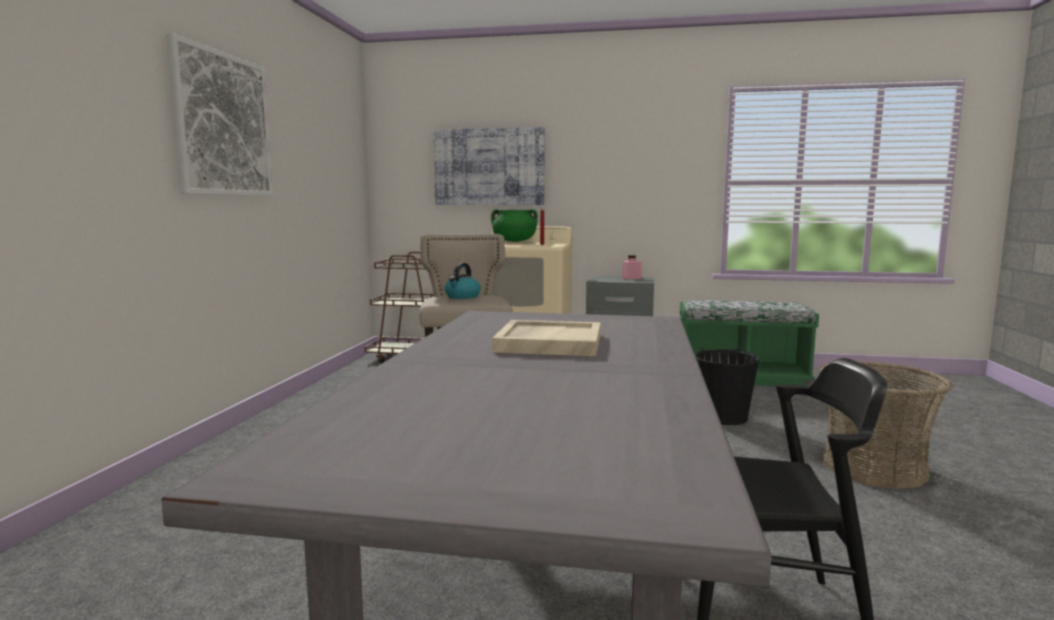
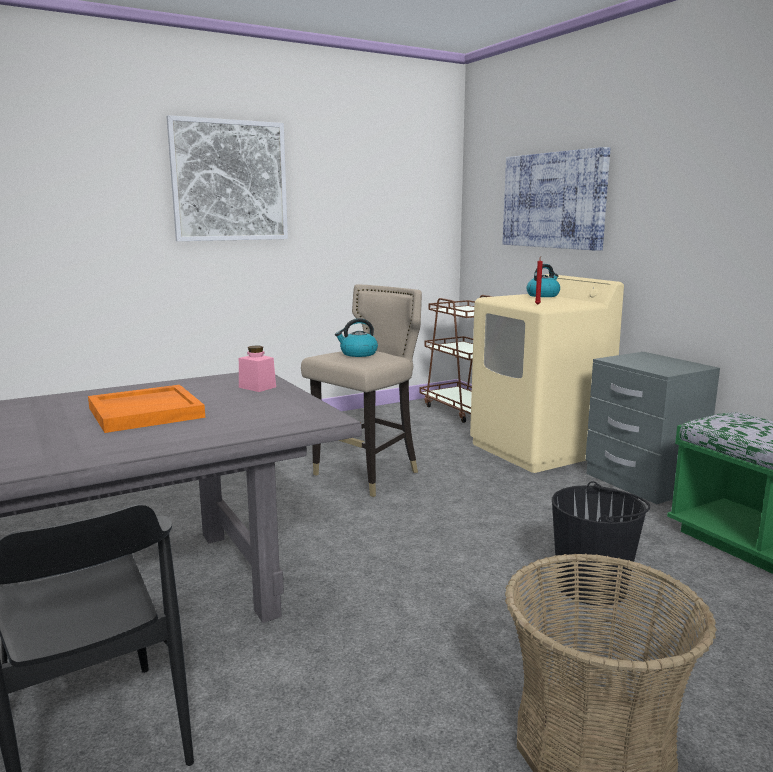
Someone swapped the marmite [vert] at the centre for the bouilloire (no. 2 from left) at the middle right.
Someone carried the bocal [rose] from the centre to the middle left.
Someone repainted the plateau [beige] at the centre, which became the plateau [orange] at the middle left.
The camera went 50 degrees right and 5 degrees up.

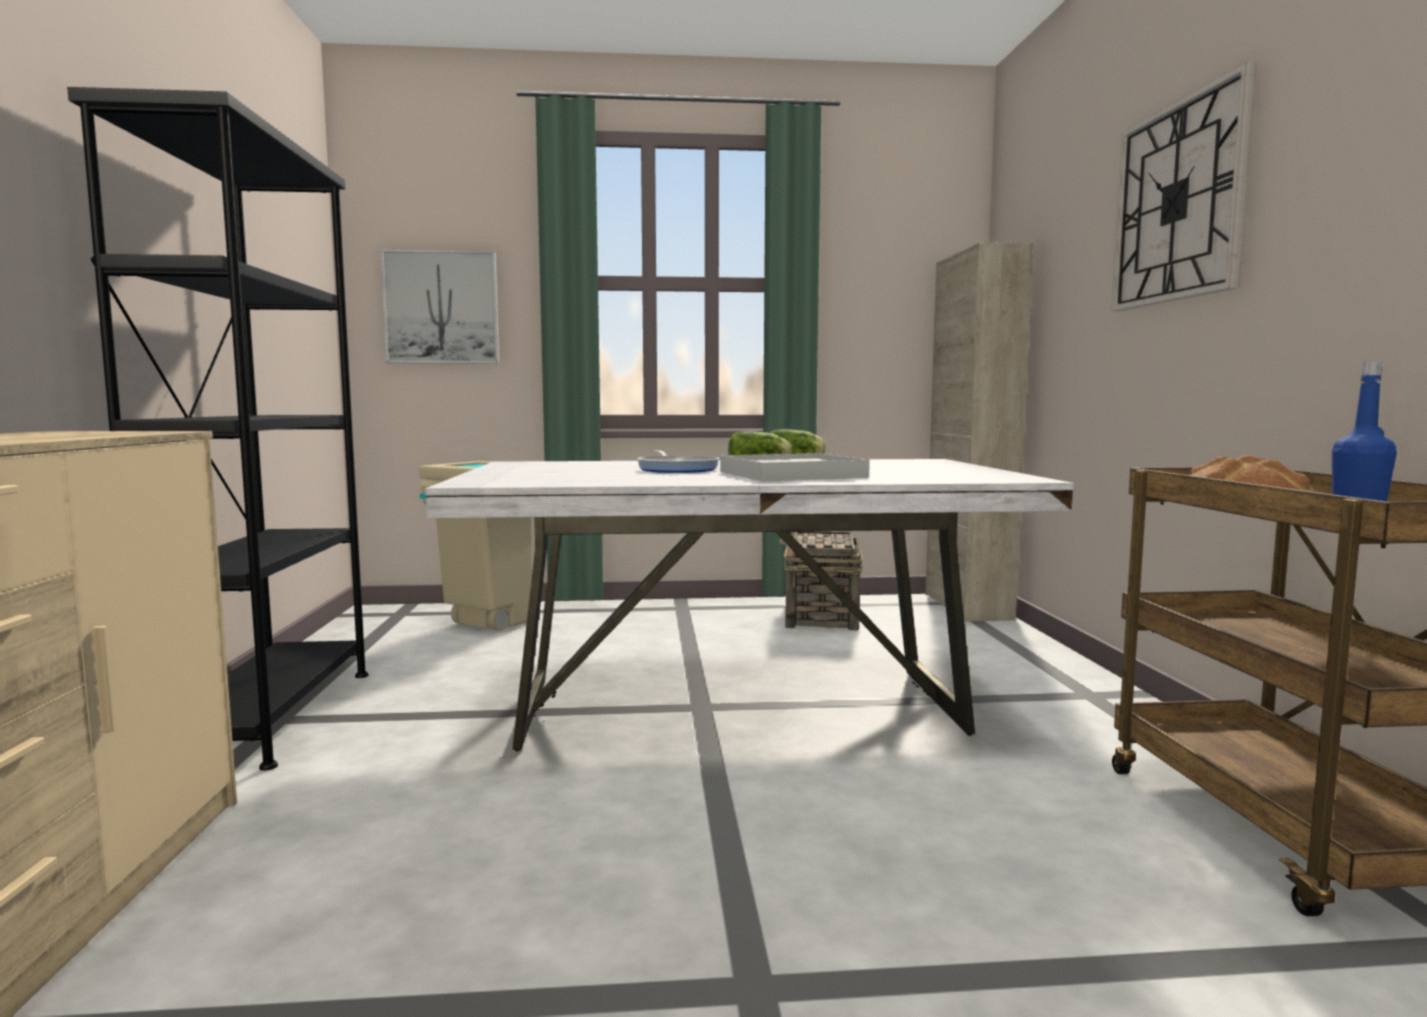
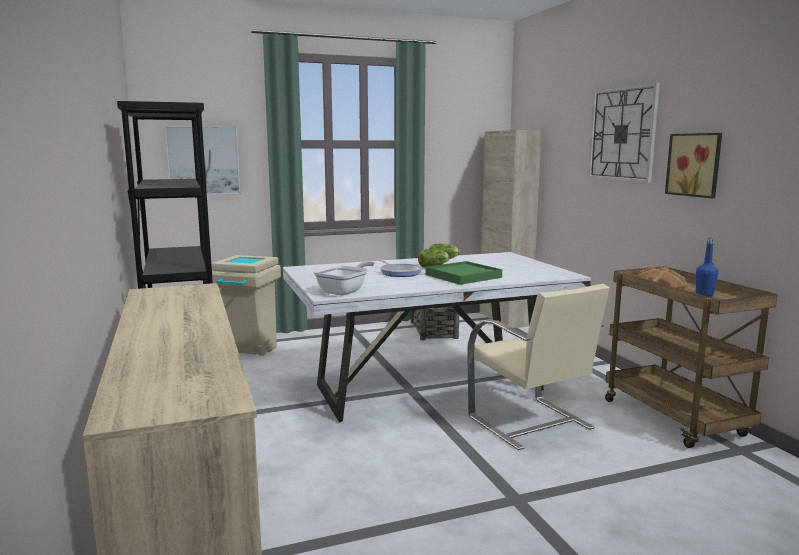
Someone repainted the plateau [blanc] at the centre, which became the plateau [vert] at the centre.
Someone put up the tableau (no. 2 from left) at the top right.
Someone put down the poêle (no. 1 from left) at the centre.
Someone put down the chaise [beige] at the middle right.
The camera went 15 degrees left and 5 degrees up.

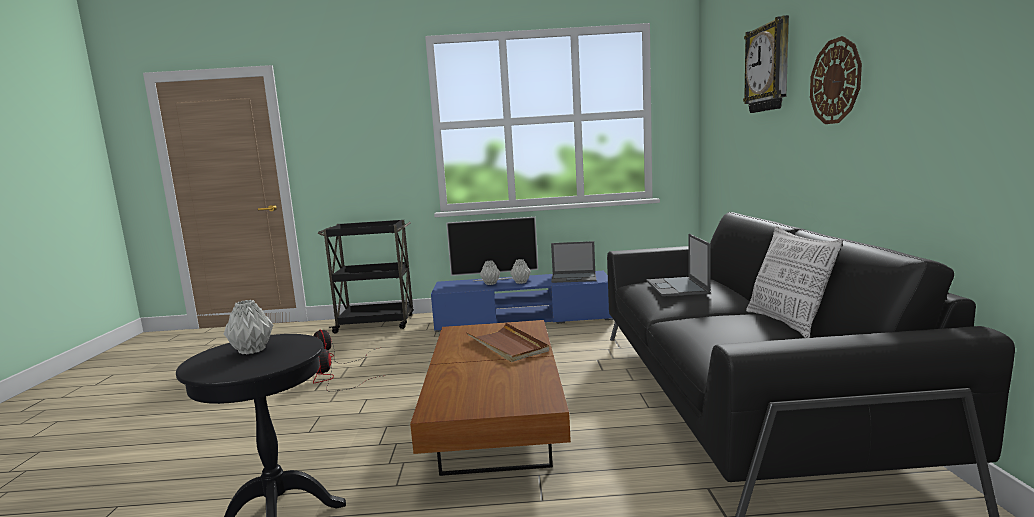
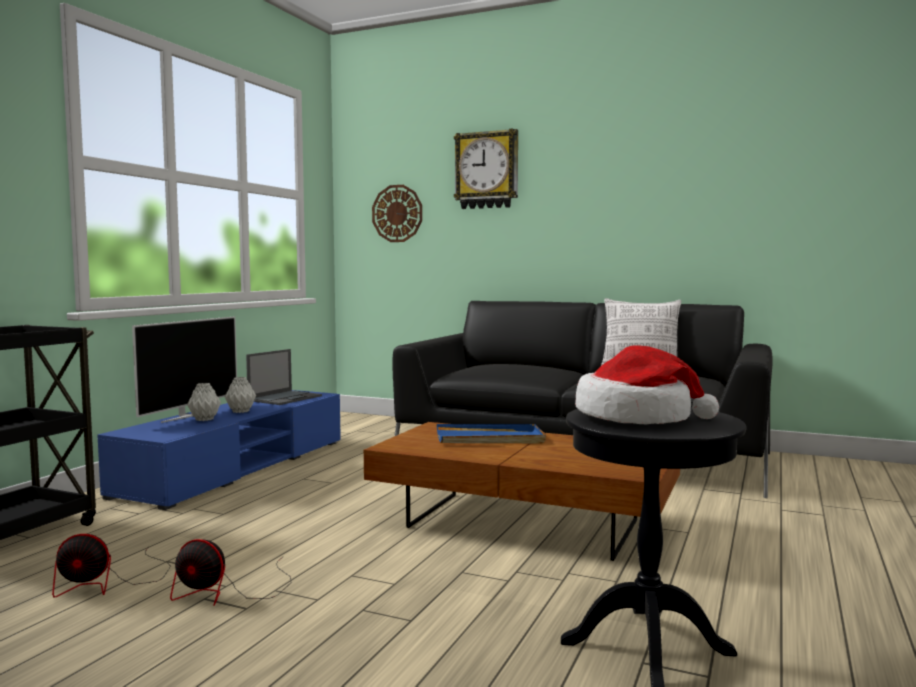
Someone carried the horloge murale (no. 2 from left in the first image) from the top right to the top centre.
Someone took away the ordinateur portable (no. 2 from left) at the centre.
Someone swapped the vase [gris] (no. 1 from left) at the middle left for the chapeau at the middle right.
Someone repainted the plateau [marron] at the centre, which became the plateau [bleu] at the centre.
The camera went 65 degrees left and 5 degrees down.

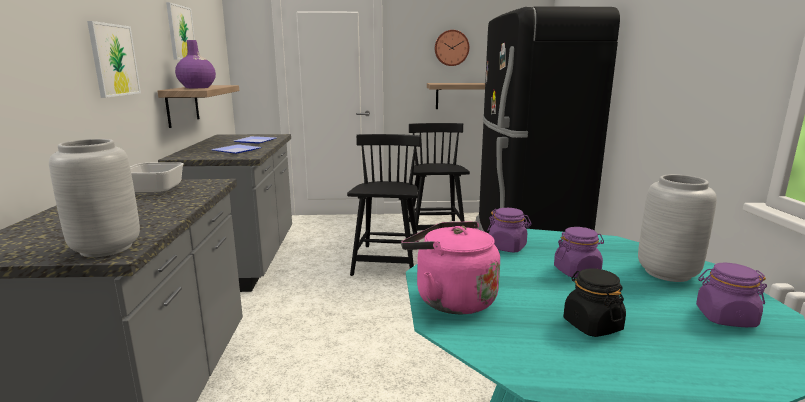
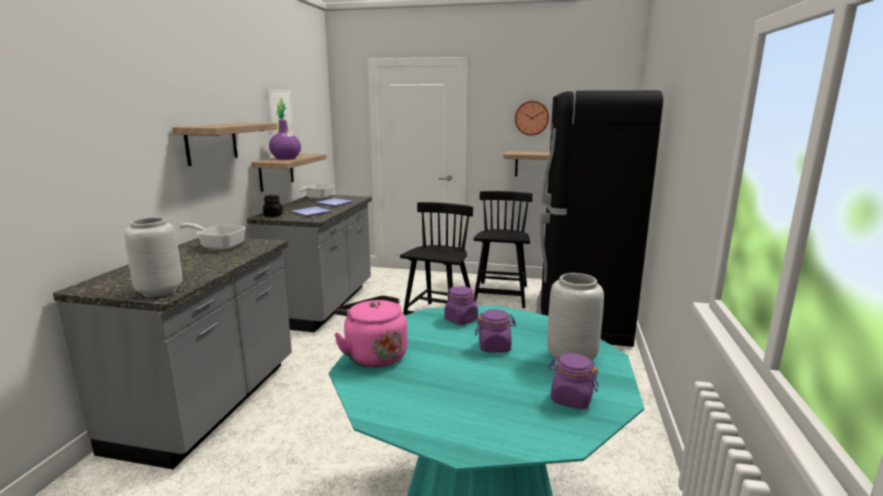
Someone swapped the tableau (no. 1 from left) at the top left for the étagère (no. 1 from left) at the top left.
Someone carried the bocal [noir] from the bottom right to the middle left.
Someone put down the poêle (no. 2 from left) at the centre.
The camera went 15 degrees right and 0 degrees up.

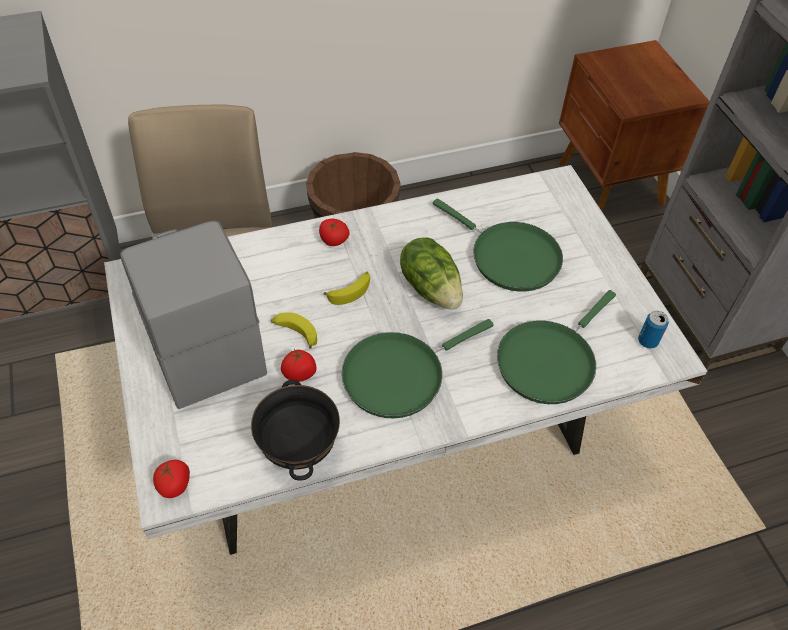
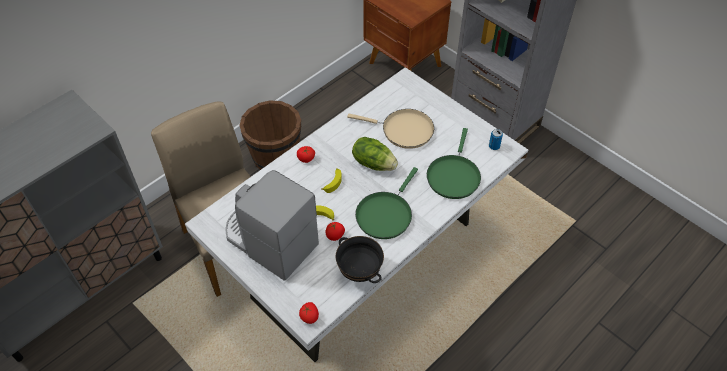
Someone repainted the poêle [vert] (no. 2 from left) at the centre, which became the poêle [beige] at the centre.
The camera went 25 degrees left and 0 degrees up.

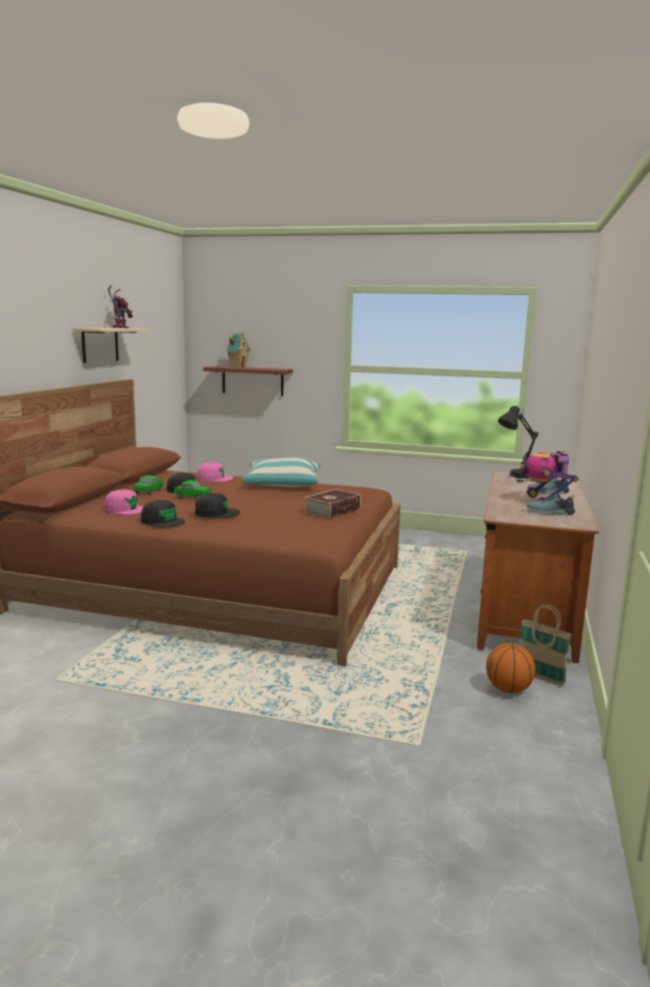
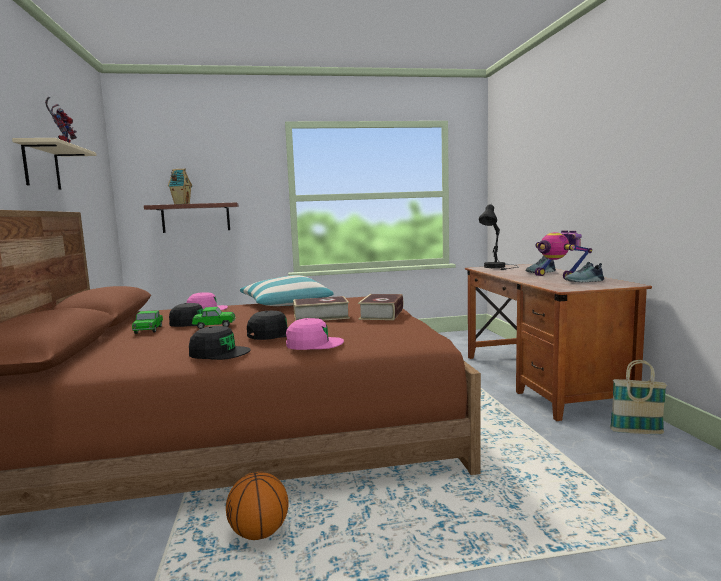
Someone carried the casquette [rose] (no. 1 from left in the first image) from the middle left to the centre.
Someone carried the ballon de basket from the bottom right to the bottom centre.
Someone put down the livre (no. 1 from left) at the centre.
The camera went 25 degrees left and 5 degrees down.

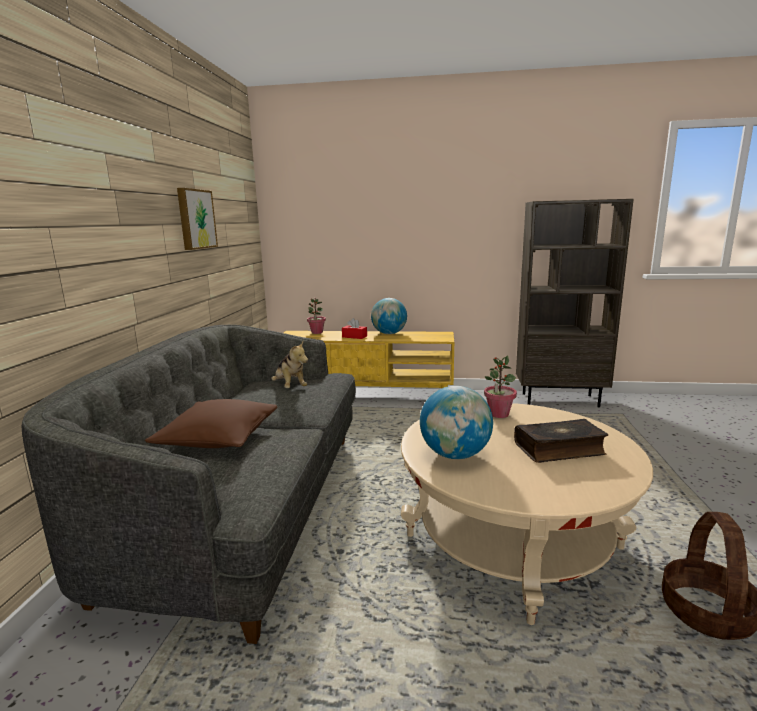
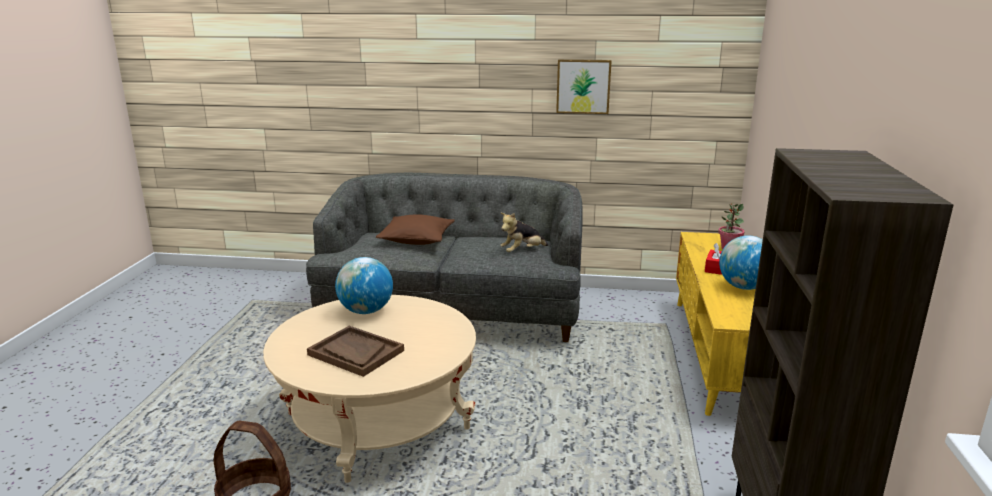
Someone took away the plante en pot (no. 2 from left) at the centre.
Someone swapped the livre at the middle right for the plateau [marron] at the bottom centre.
The camera went 90 degrees right and 5 degrees up.

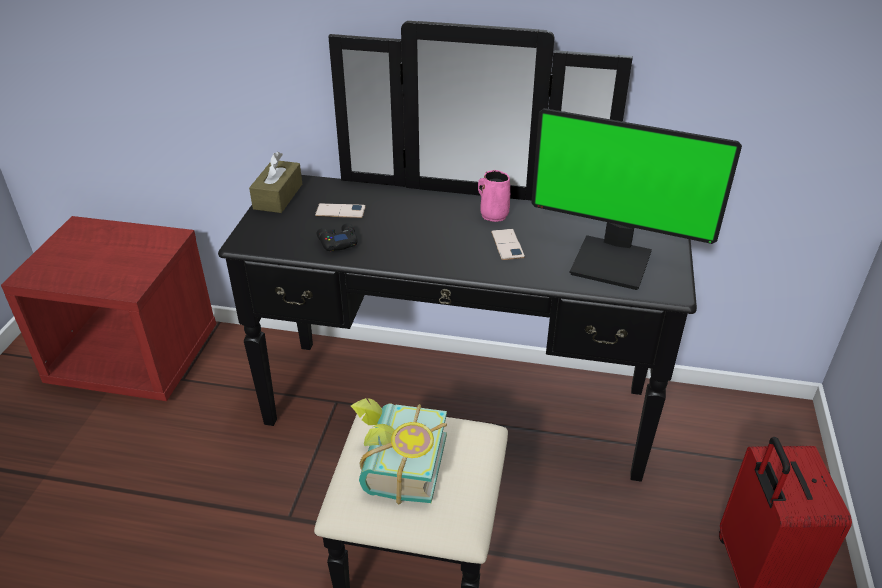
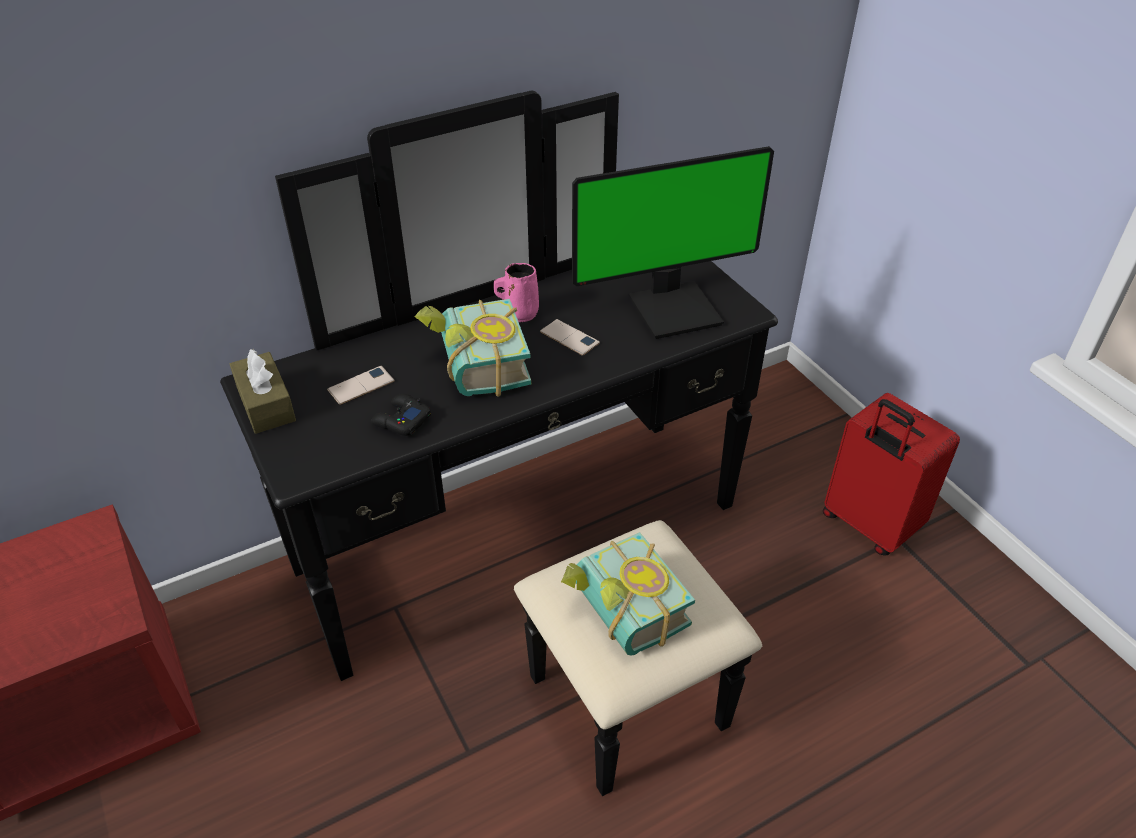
Someone put down the livre (no. 1 from left) at the centre.
The camera went 40 degrees left and 5 degrees up.

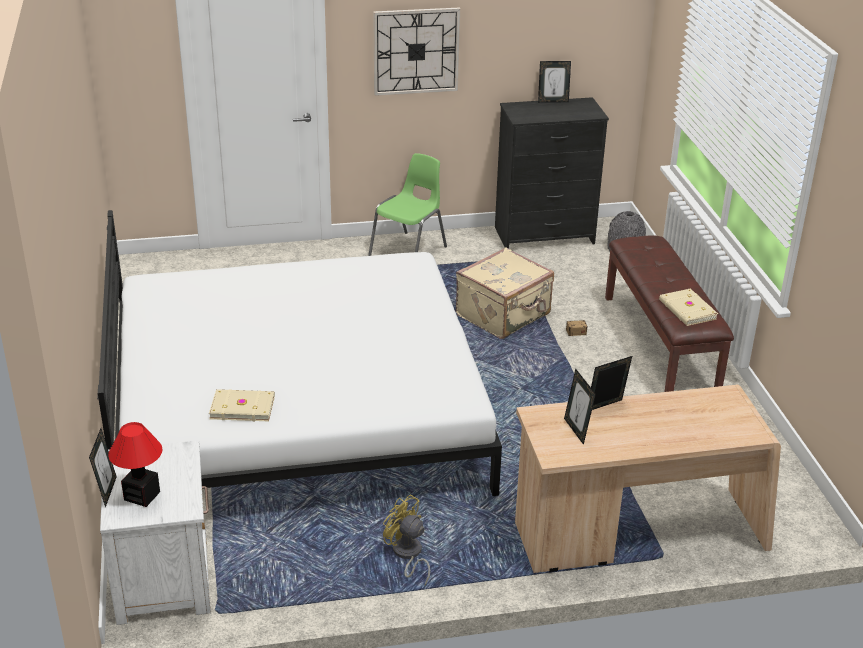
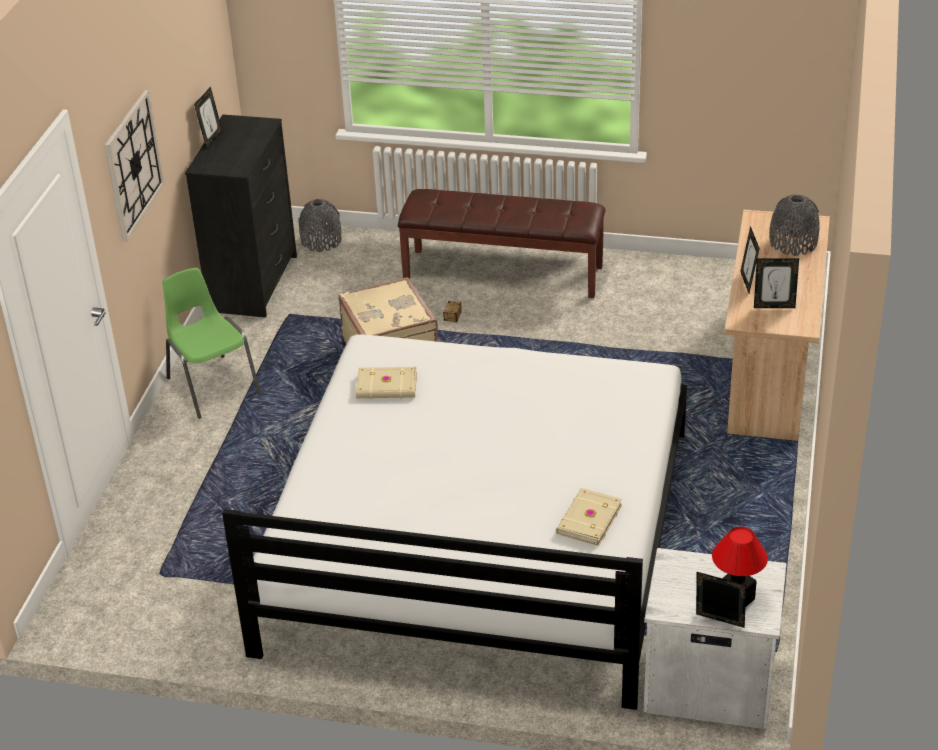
Someone carried the livre [beige] (no. 2 from left in the first image) from the middle right to the centre.
Someone took away the ventilateur [jaune] at the bottom centre.
Someone put down the vase [gris] (no. 2 from left) at the top right.
The camera went 65 degrees left and 5 degrees up.

